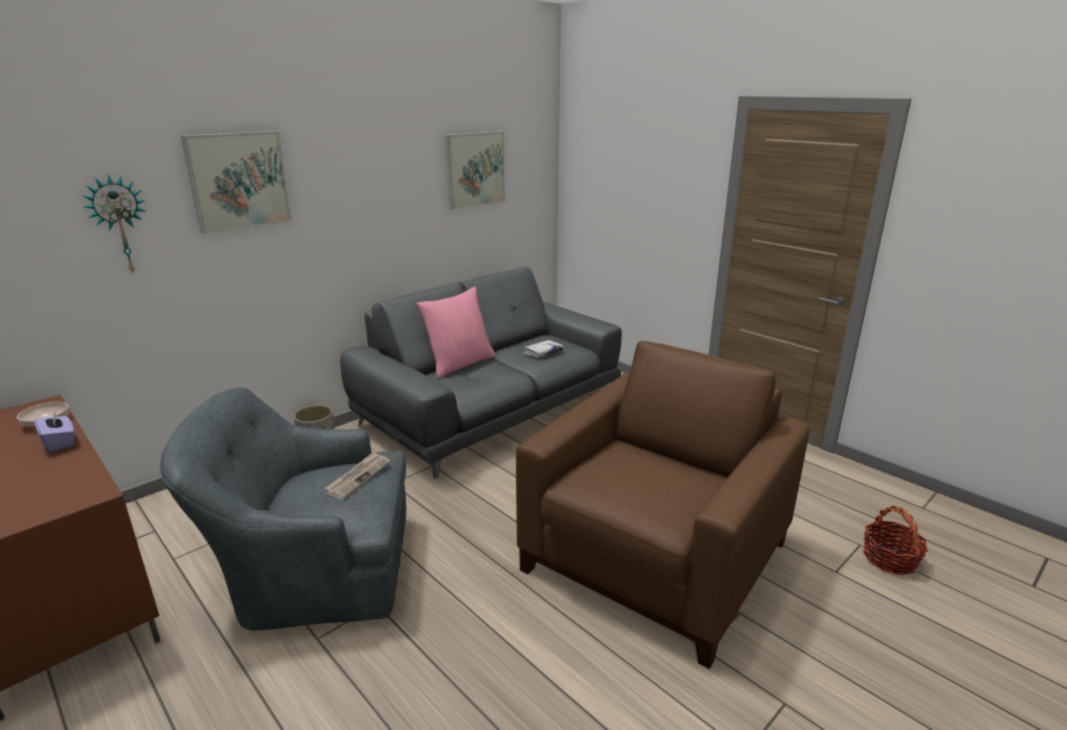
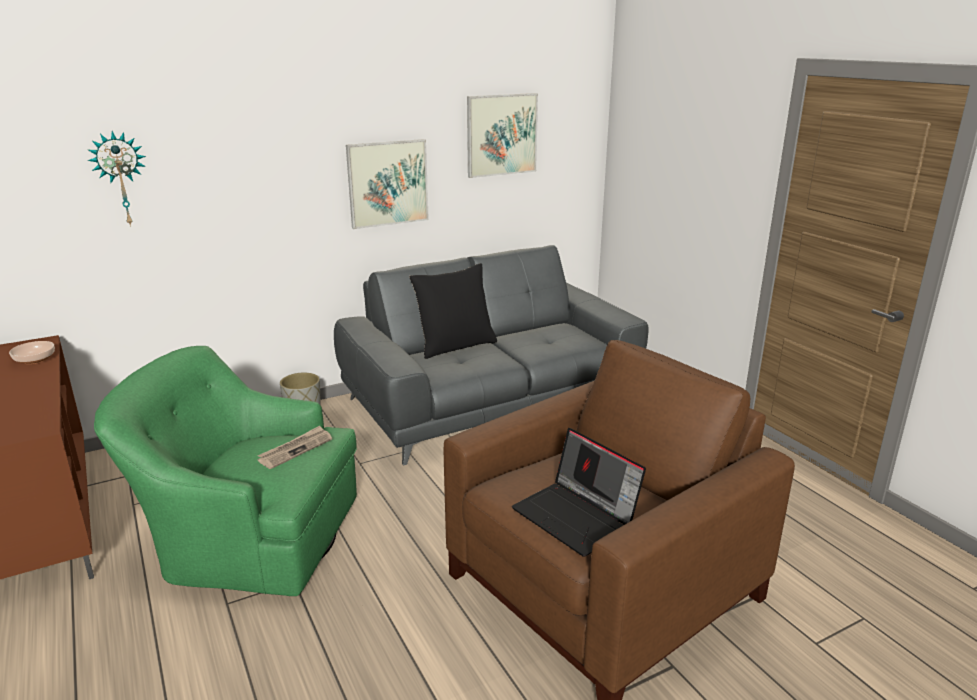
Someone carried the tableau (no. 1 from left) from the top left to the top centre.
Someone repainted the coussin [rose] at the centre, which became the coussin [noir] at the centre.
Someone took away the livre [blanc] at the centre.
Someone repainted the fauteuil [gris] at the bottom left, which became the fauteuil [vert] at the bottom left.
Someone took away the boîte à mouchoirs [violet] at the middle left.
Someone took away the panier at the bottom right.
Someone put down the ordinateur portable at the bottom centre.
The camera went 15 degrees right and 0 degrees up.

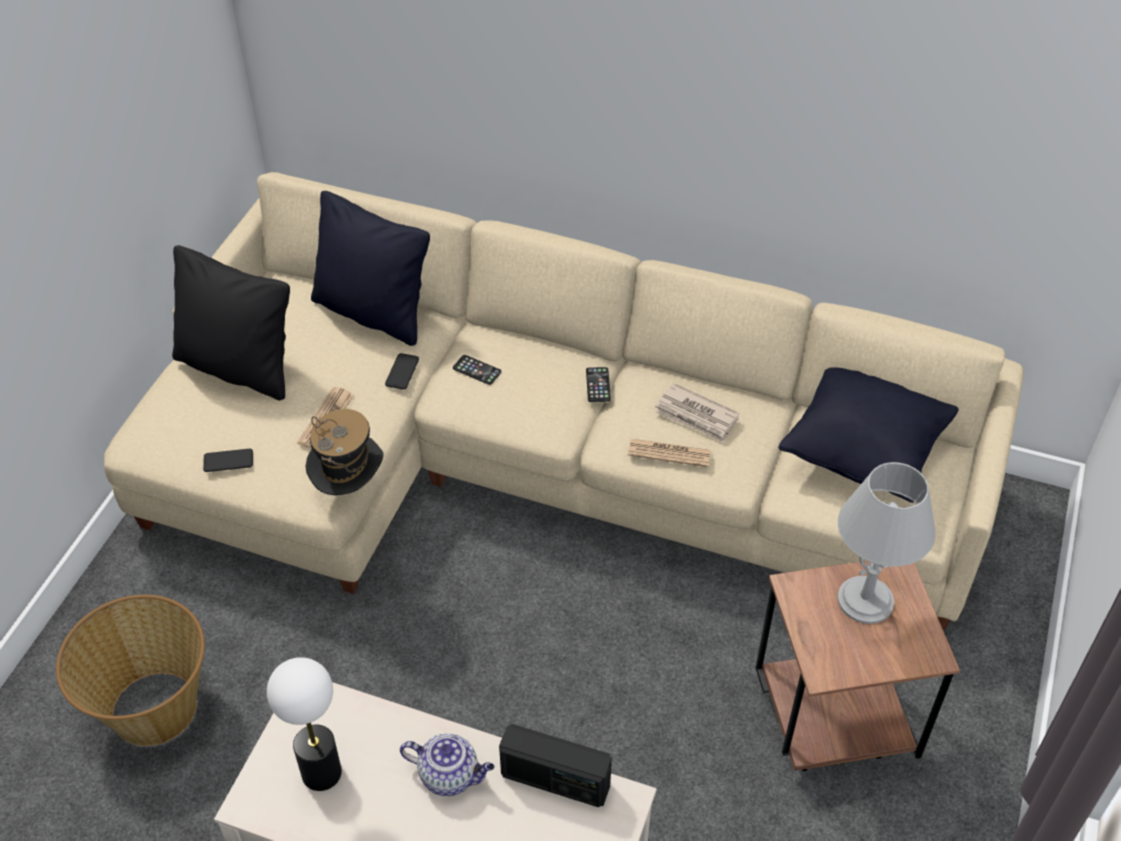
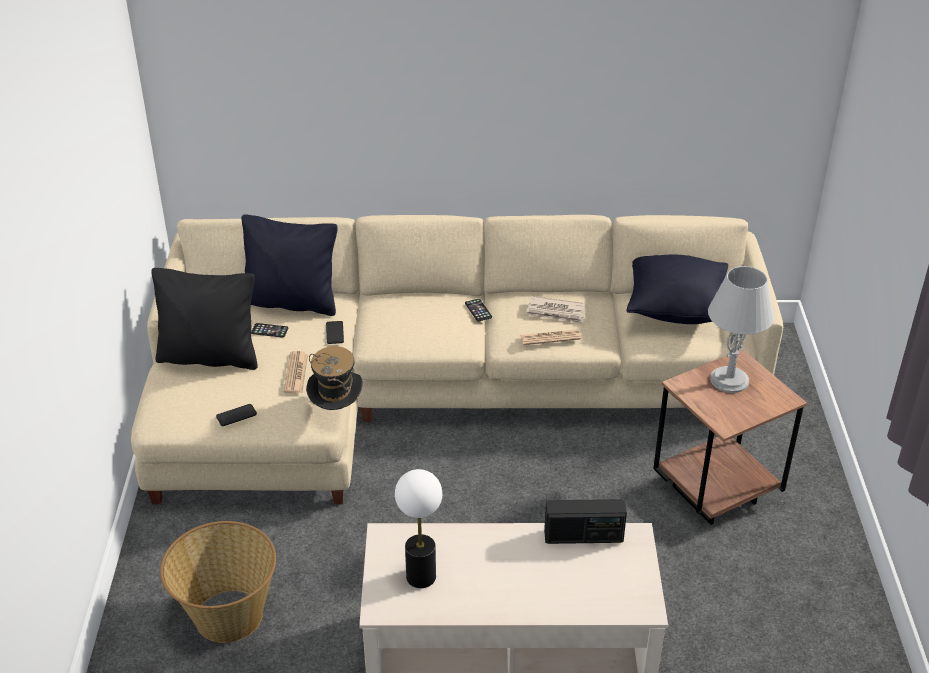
Someone carried the téléphone (no. 3 from left in the first image) from the centre to the middle left.
Someone took away the théière at the bottom centre.
The camera went 20 degrees left and 10 degrees down.

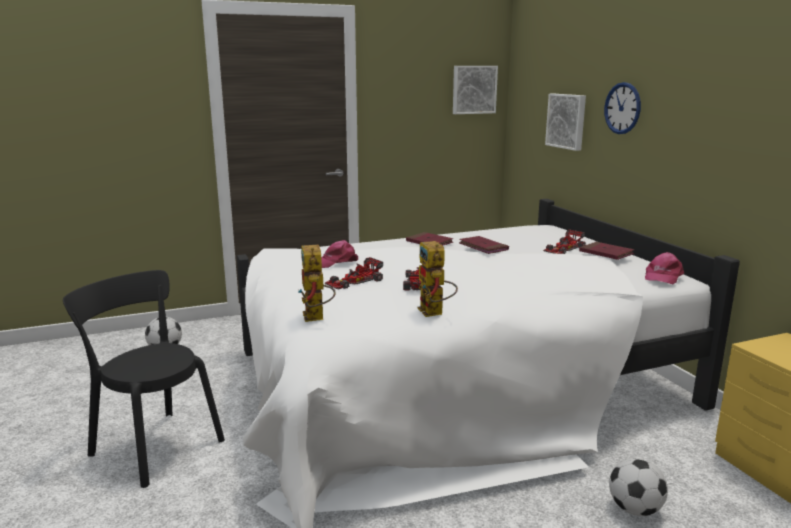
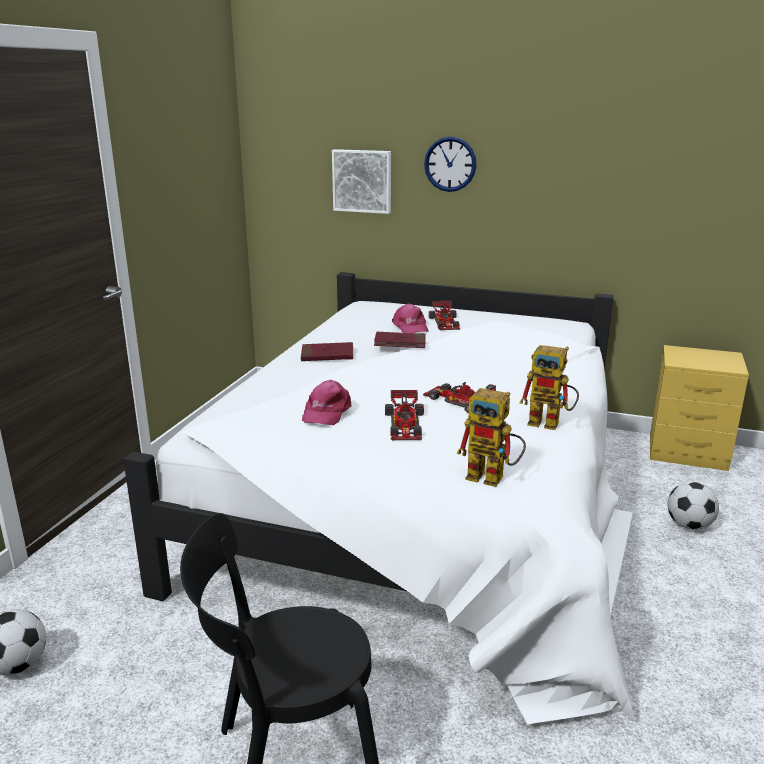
Someone took away the tableau (no. 1 from left) at the top centre.
Someone took away the livre [rouge] (no. 3 from left) at the middle right.
Someone carried the casquette [rose] (no. 2 from left) from the middle right to the centre.
The camera went 50 degrees left and 5 degrees up.

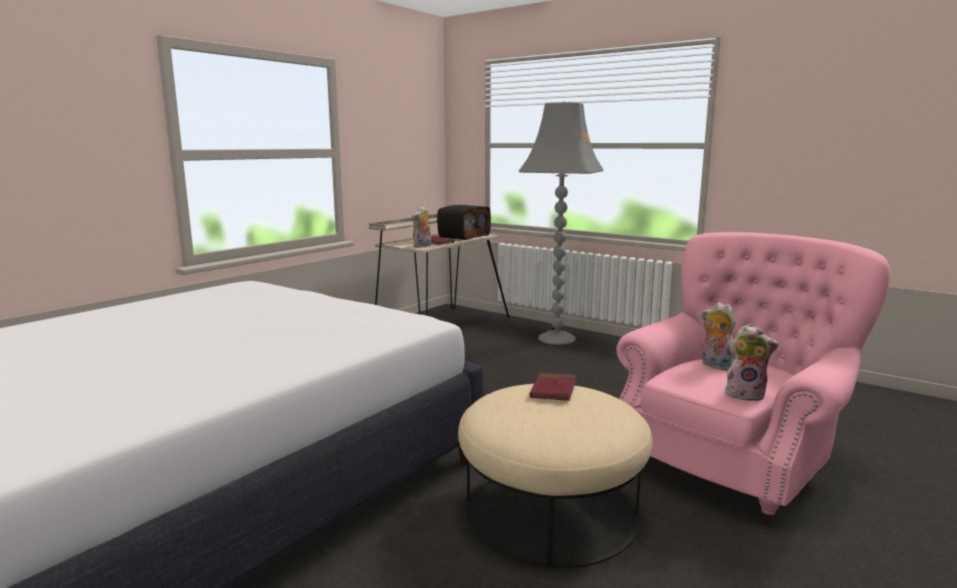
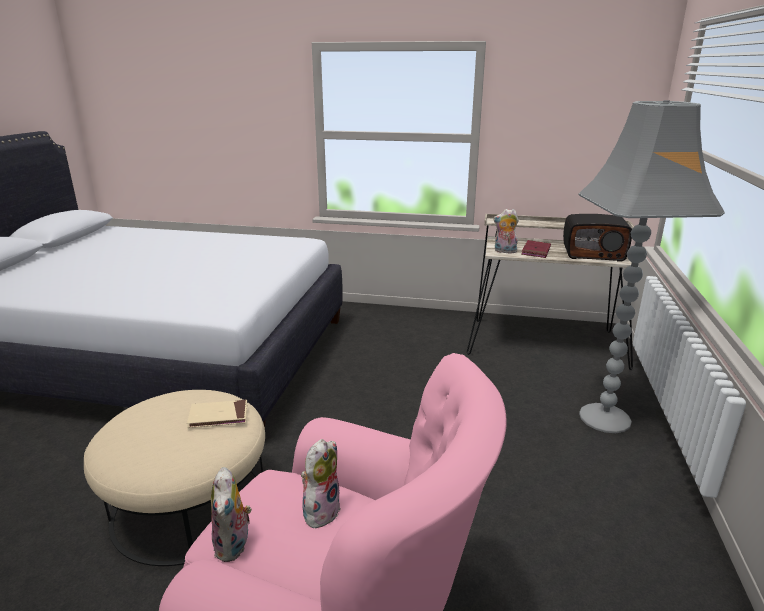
Someone repainted the livre [rouge] (no. 2 from left) at the centre, which became the livre [beige] at the bottom left.
The camera went 65 degrees right and 10 degrees up.

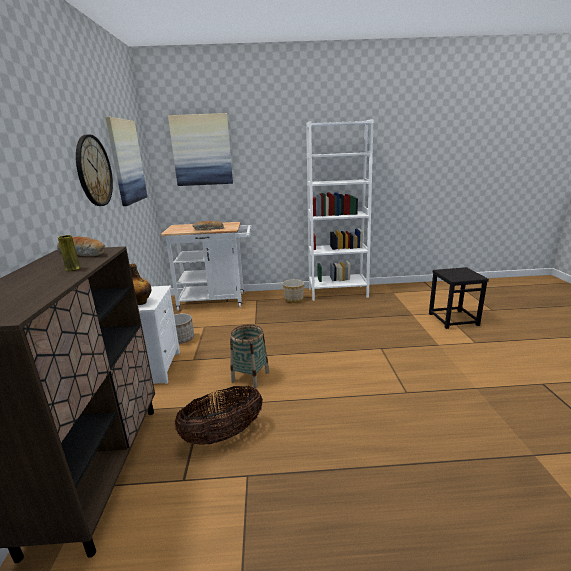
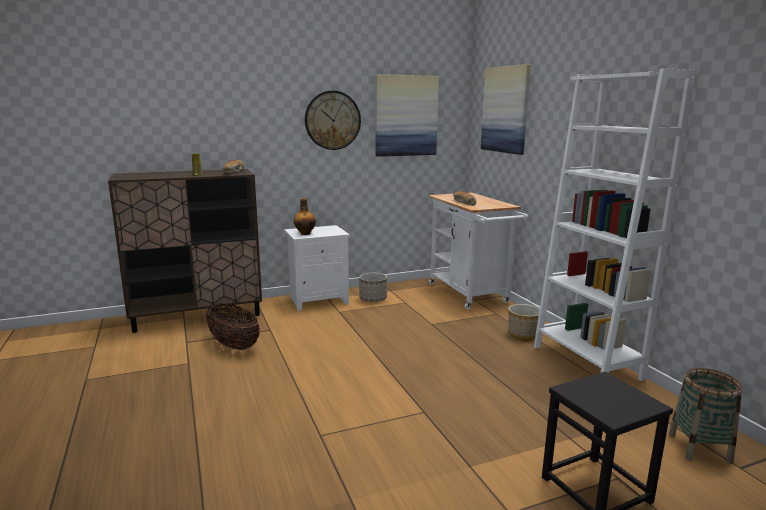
Someone carried the panier (no. 2 from left) from the centre to the bottom right.
The camera went 70 degrees right and 5 degrees down.

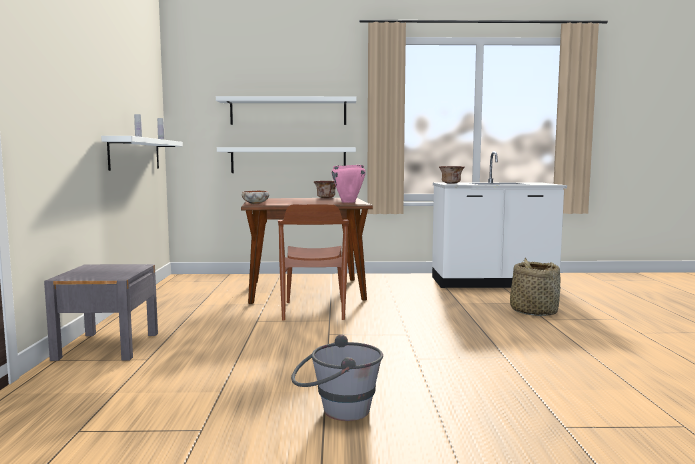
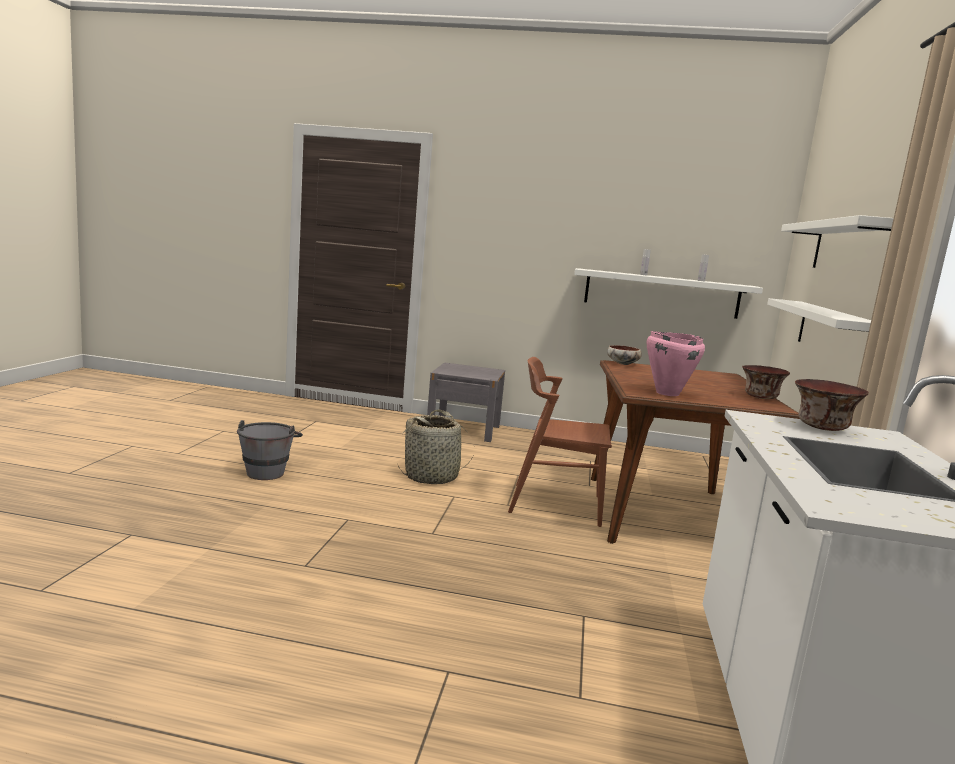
Someone carried the panier from the middle right to the centre.
The camera went 100 degrees right and 5 degrees up.

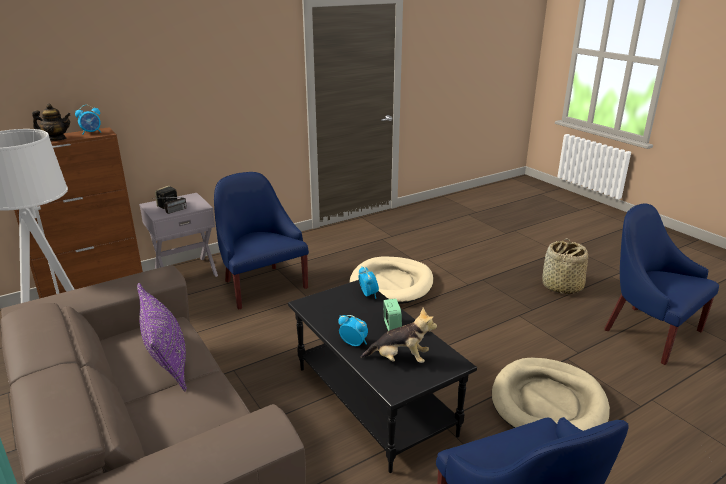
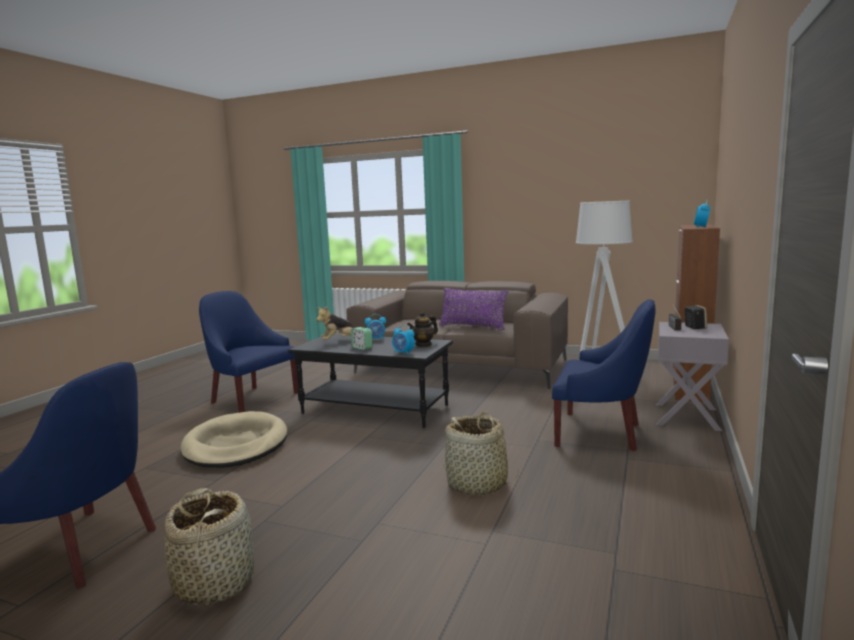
Someone carried the théière from the top left to the centre.
Someone swapped the panier pour chien [beige] (no. 1 from left) at the centre for the panier (no. 2 from left) at the bottom centre.
The camera went 145 degrees right and 15 degrees down.

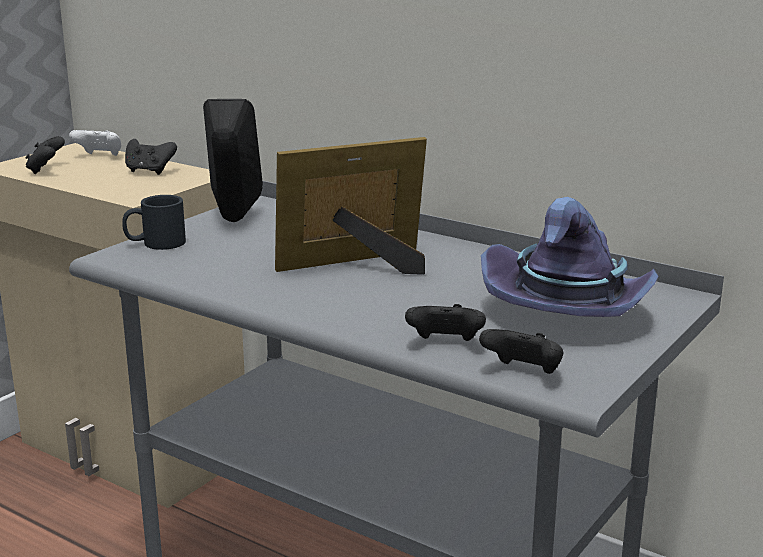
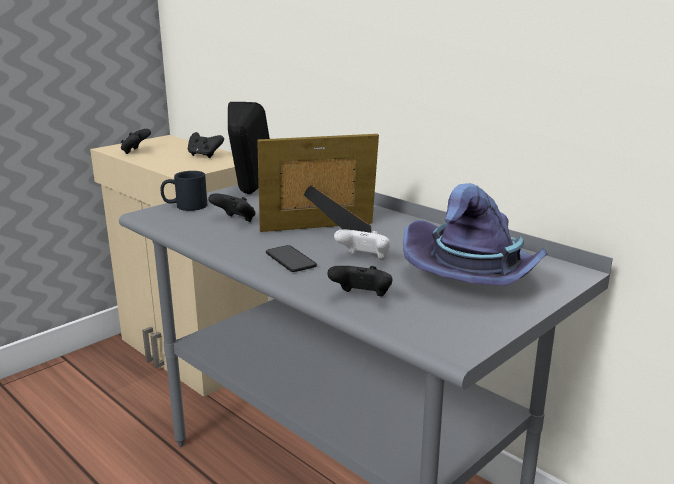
Someone carried the manette [blanc] from the top left to the centre.
Someone carried the manette [noir] (no. 4 from left in the first image) from the middle right to the centre.
Someone put down the téléphone at the centre.
The camera went 10 degrees right and 0 degrees up.

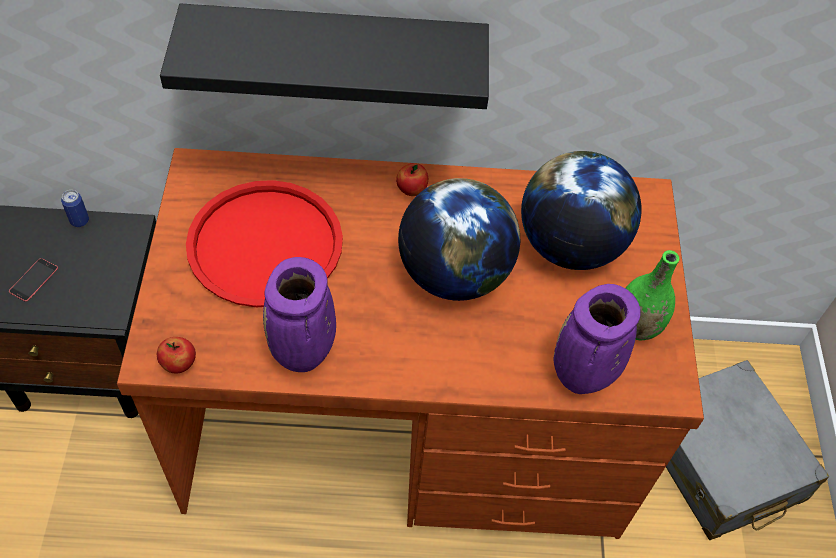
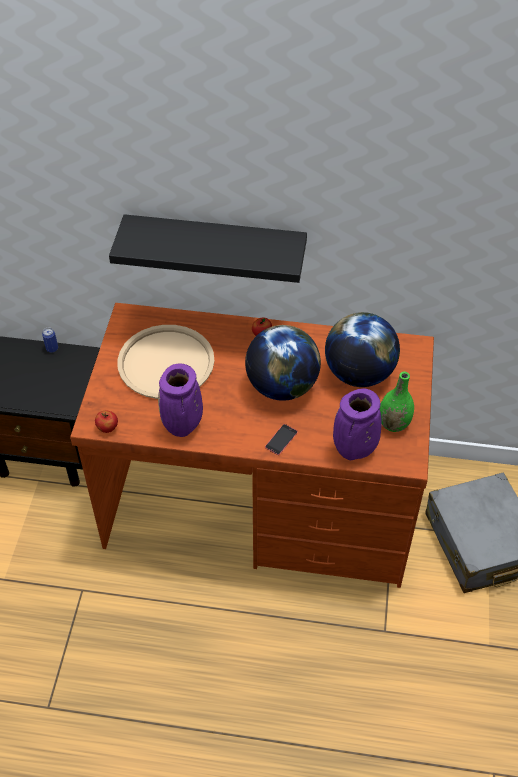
Someone repainted the plateau [rouge] at the middle left, which became the plateau [beige] at the middle left.
Someone carried the téléphone from the middle left to the centre.
The camera went 10 degrees right and 5 degrees down.

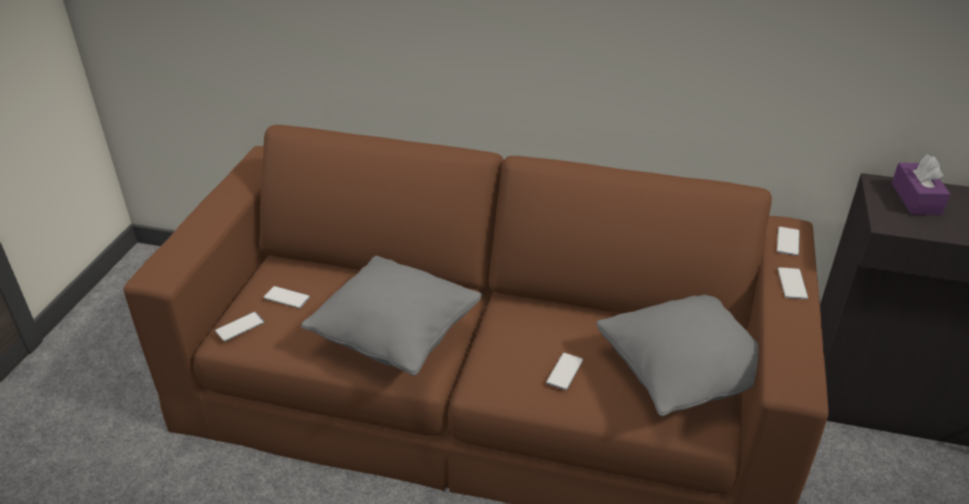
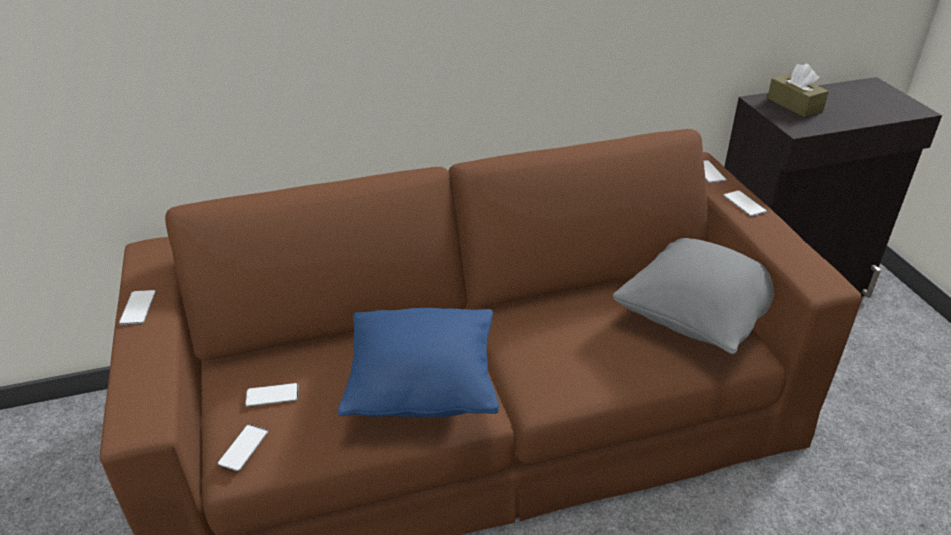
Someone repainted the boîte à mouchoirs [violet] at the middle right, which became the boîte à mouchoirs [marron] at the top right.
Someone repainted the coussin [gris] (no. 1 from left) at the centre, which became the coussin [bleu] at the bottom centre.
Someone carried the téléphone (no. 3 from left in the first image) from the bottom centre to the middle left.
The camera went 30 degrees left and 0 degrees up.

